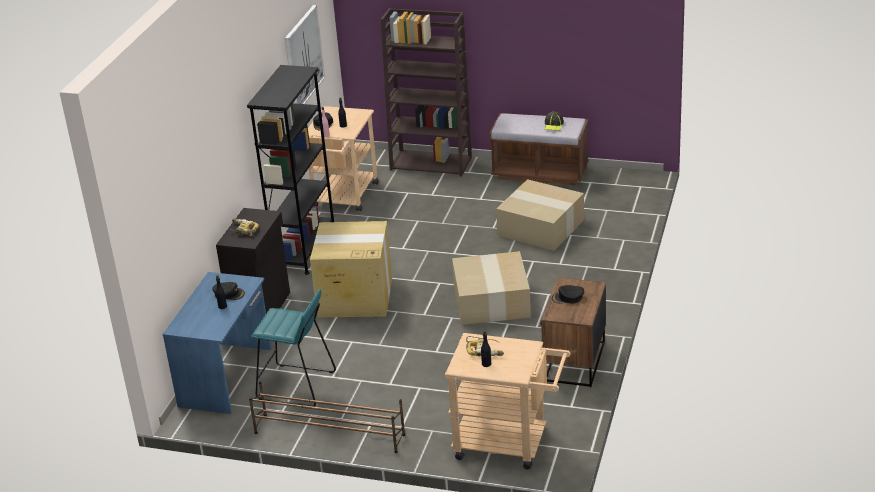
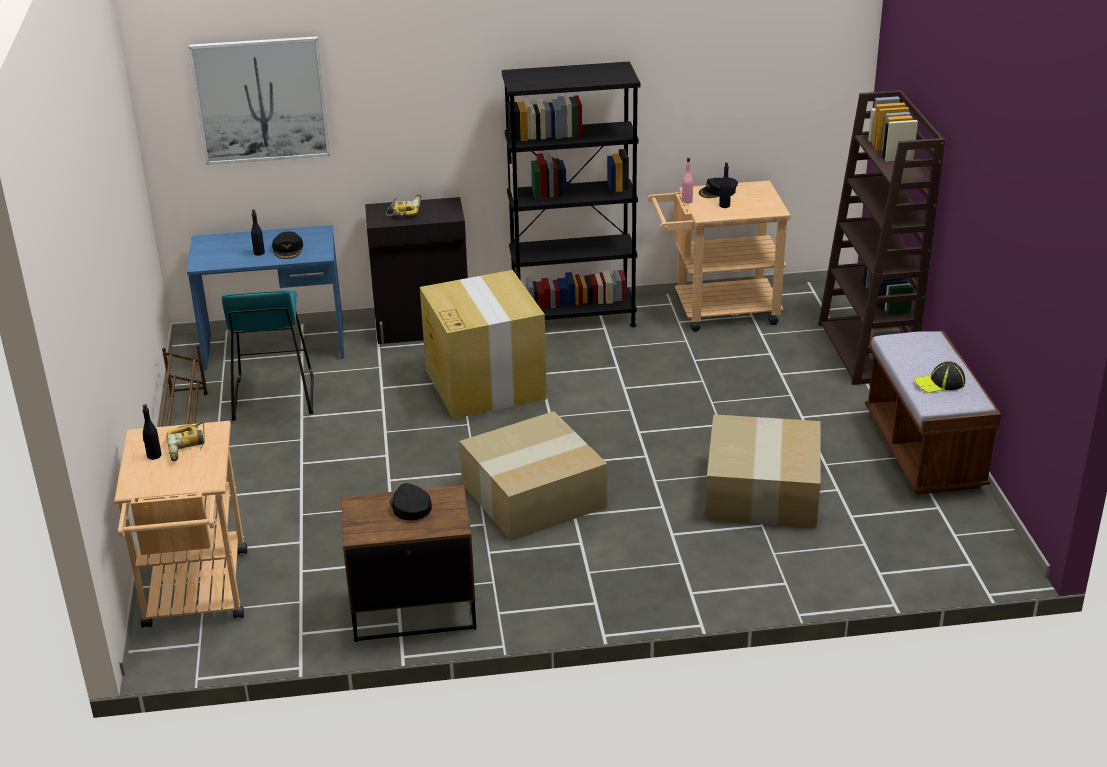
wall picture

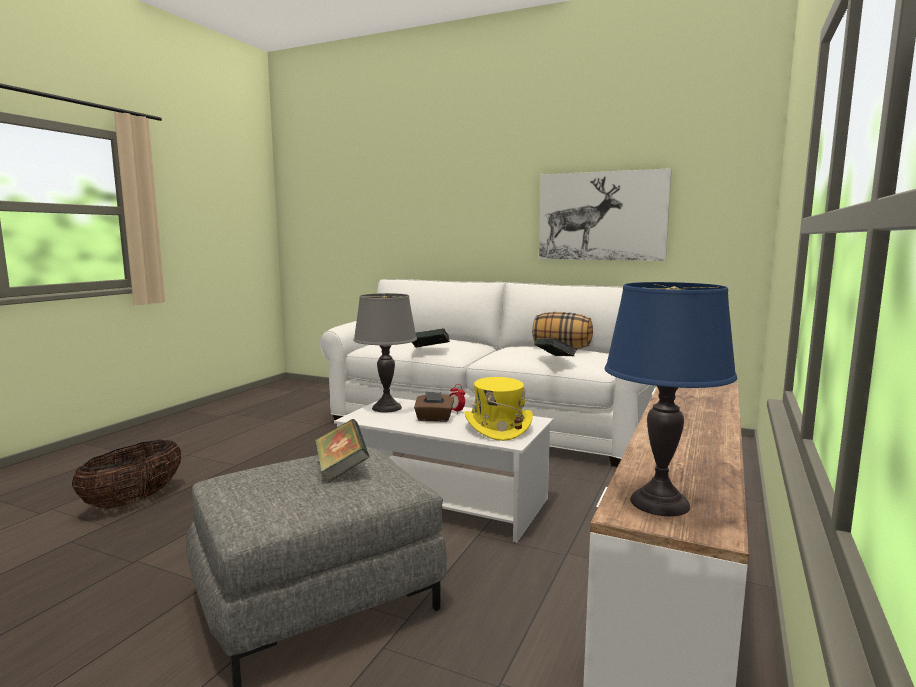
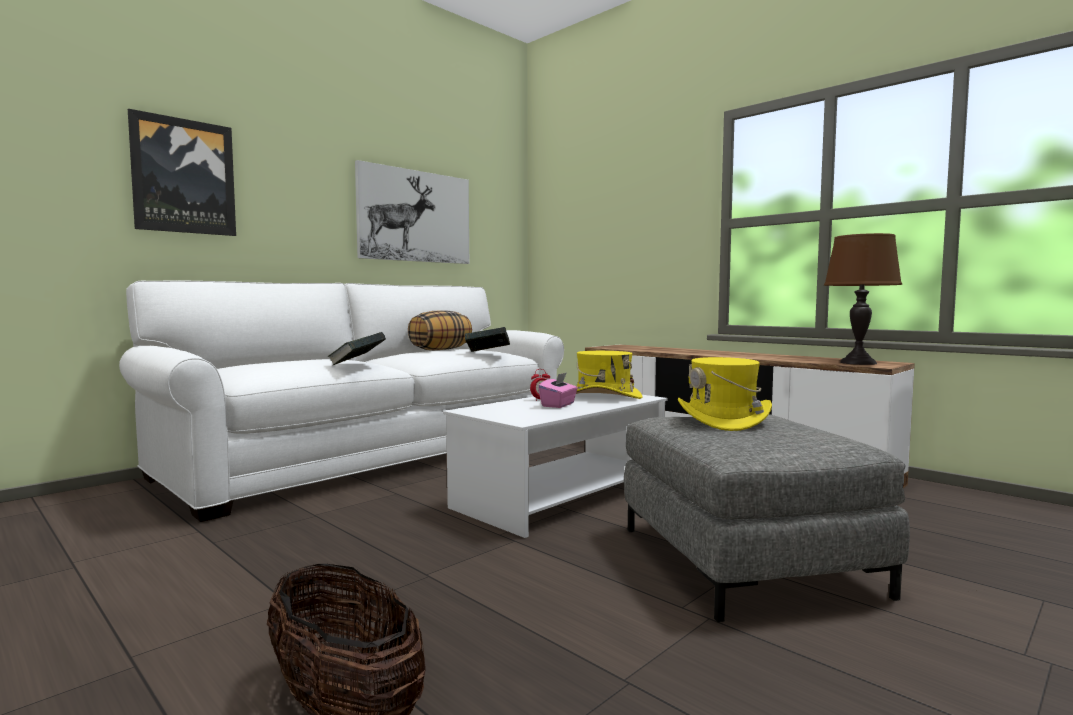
brown tabletop lamp
greyish tabletop lamp
pinkish tissue box
yellow-coloured hat (2nd from left)
wall picture (1st from left)

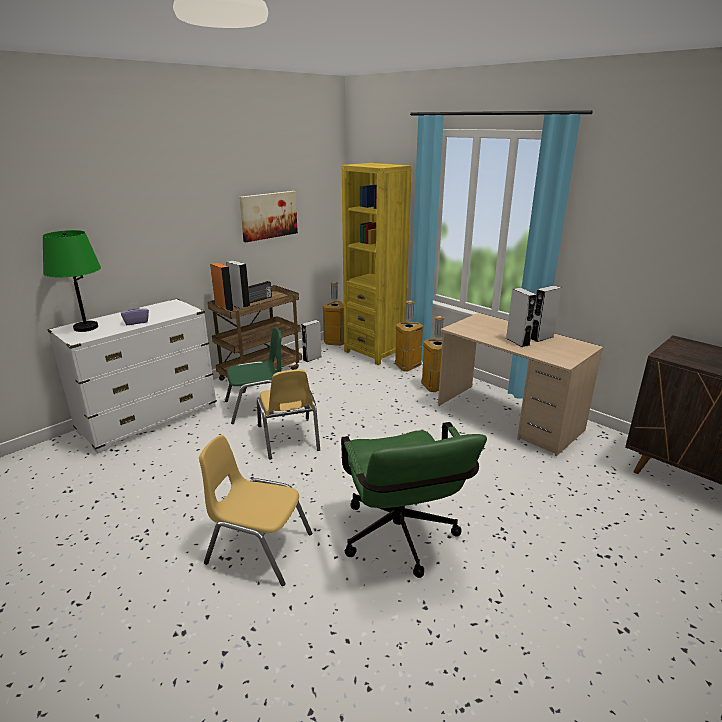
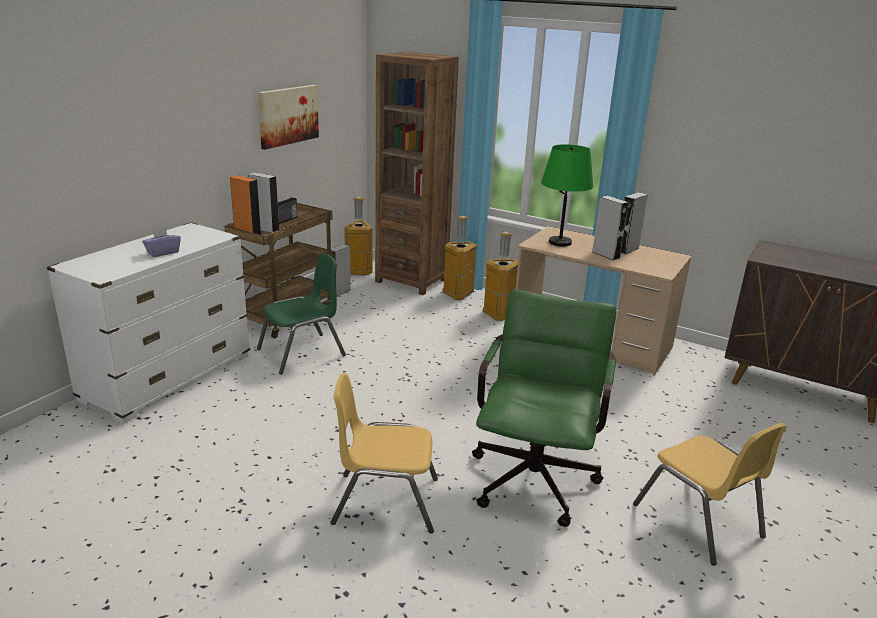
brown shelving unit
greenish tabletop lamp
yellow-coloured chair (2nd from left)
greenish computer chair

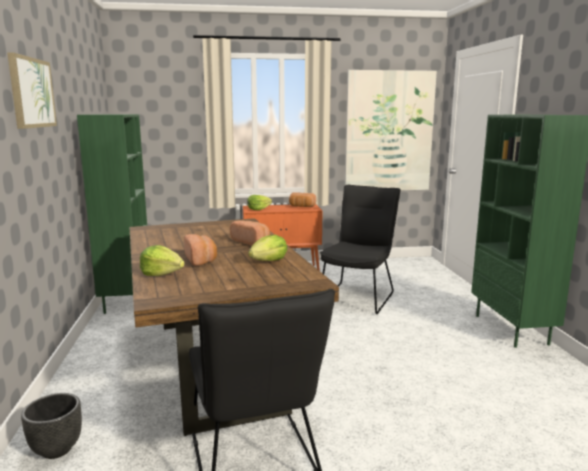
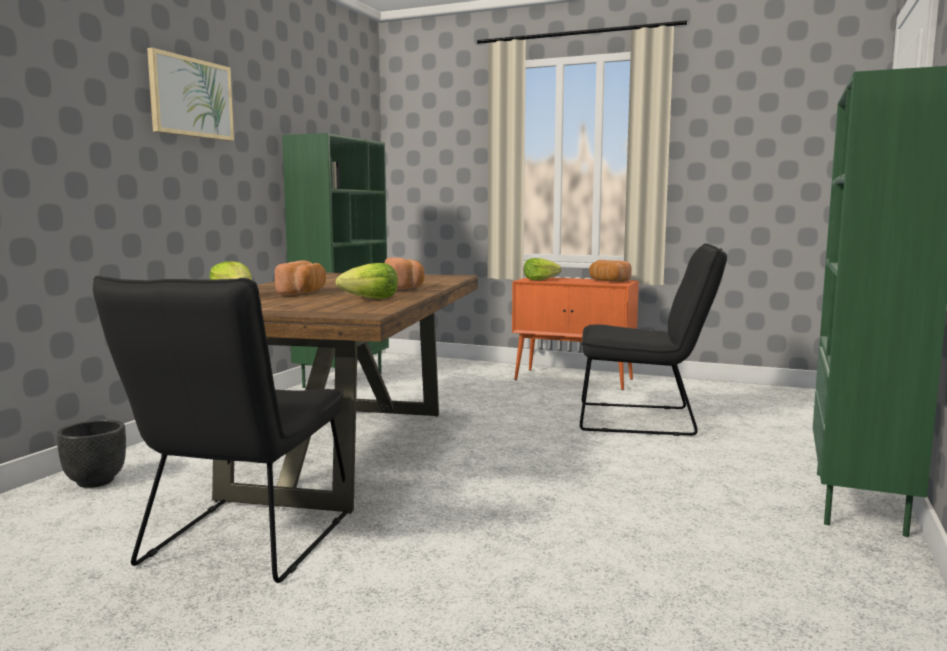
wall picture (2nd from left in the first image)
blackish chair (2nd from left)

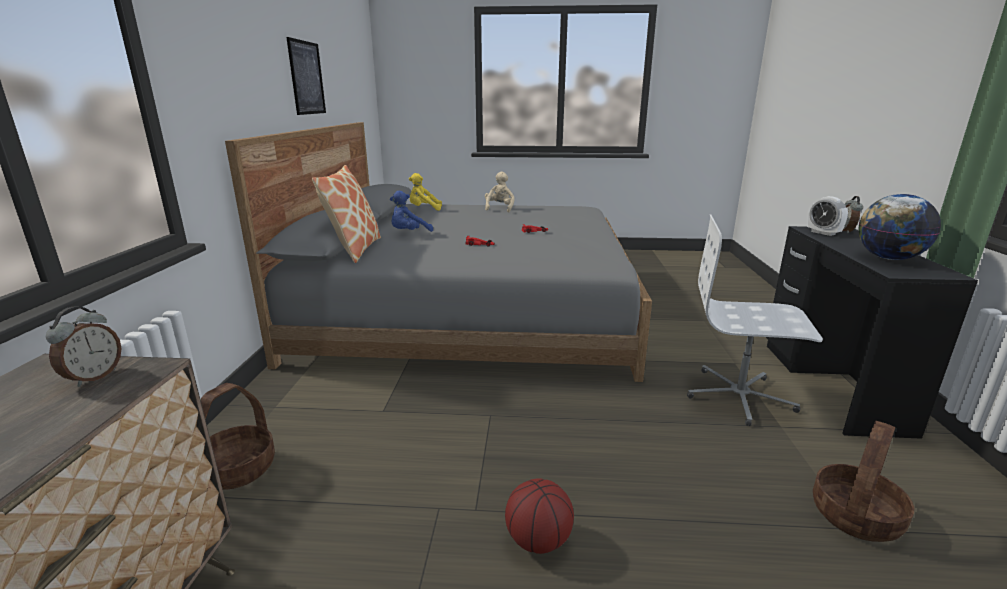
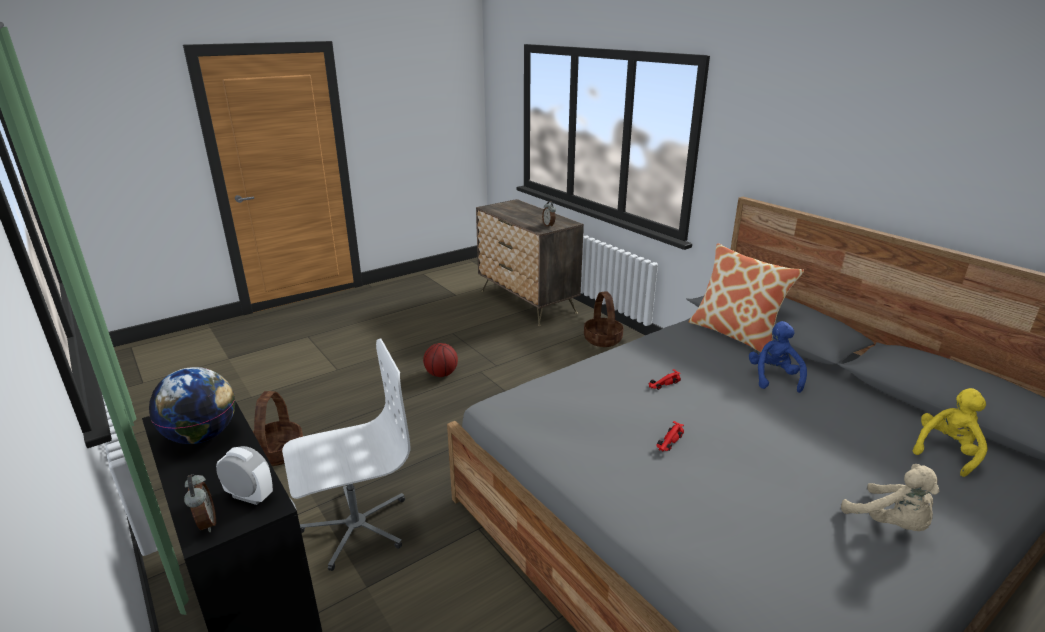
wall picture

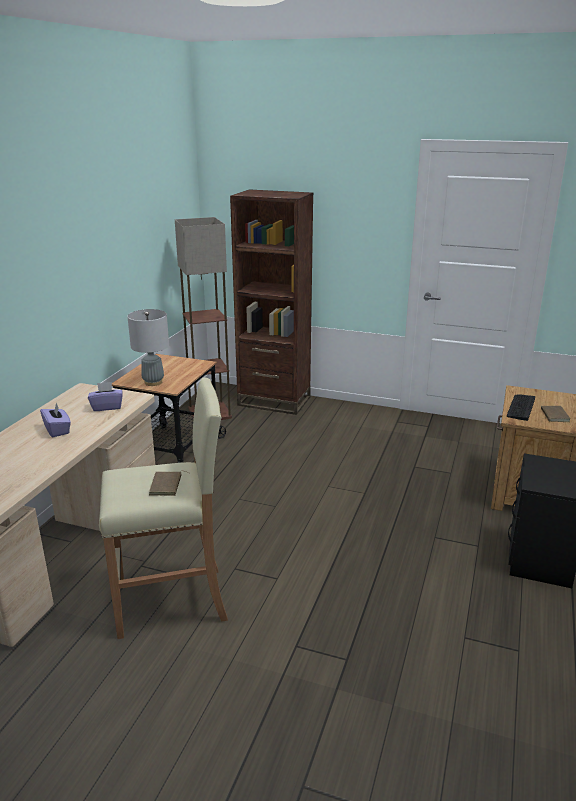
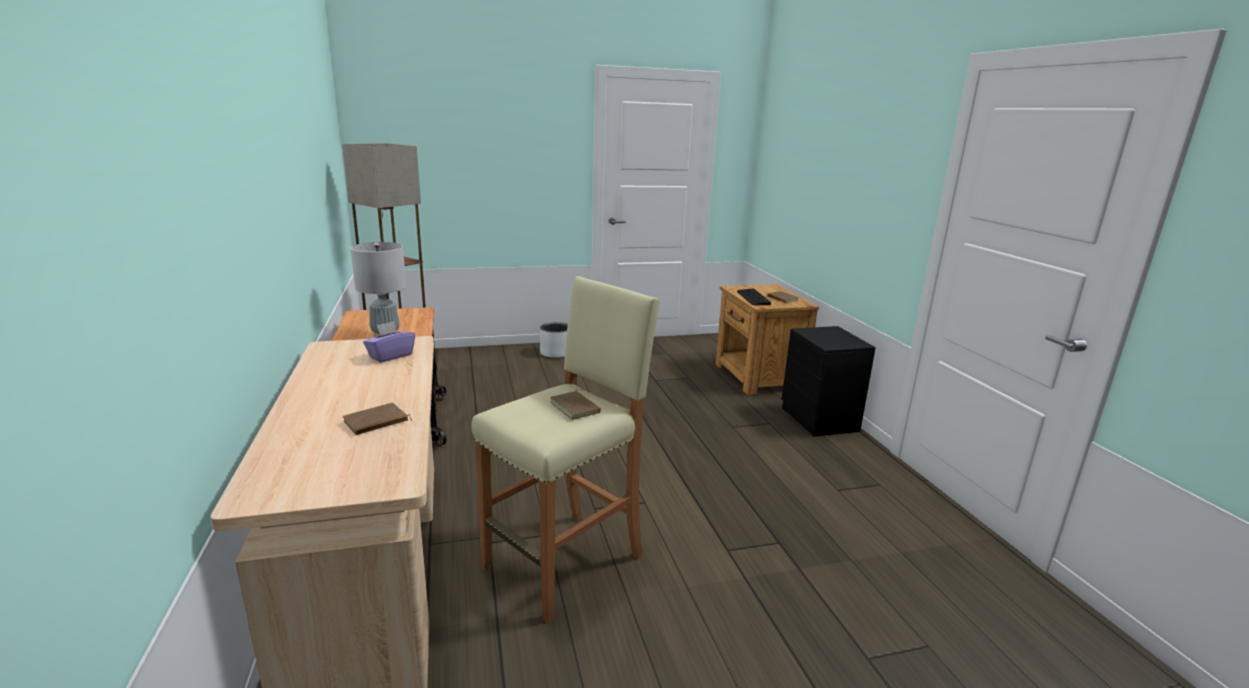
brown shelving unit
purplish tissue box (1st from left in the first image)
greyish flower pot
brown book (1st from left)

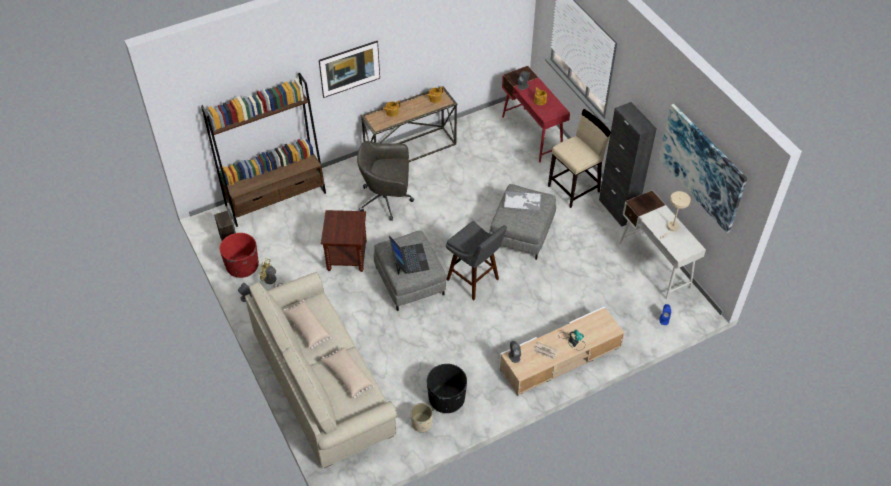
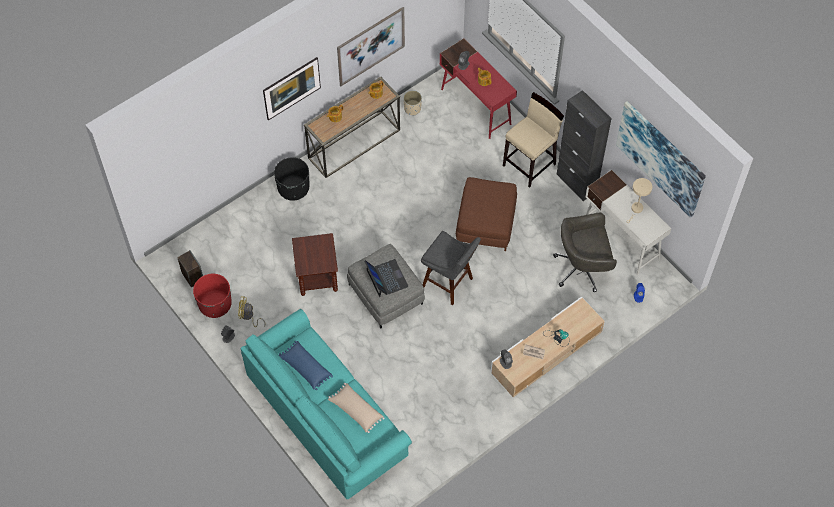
brown shelving unit
greyish computer chair
brown ottoman
carrying tray
turquoise-coloured couch
bluish throw pillow
blackish flower pot
sand-coloured flower pot
wall picture (2nd from left)

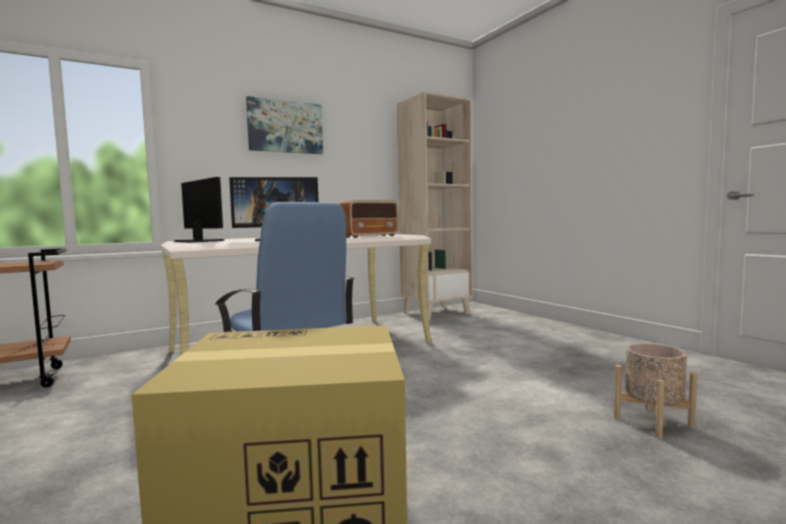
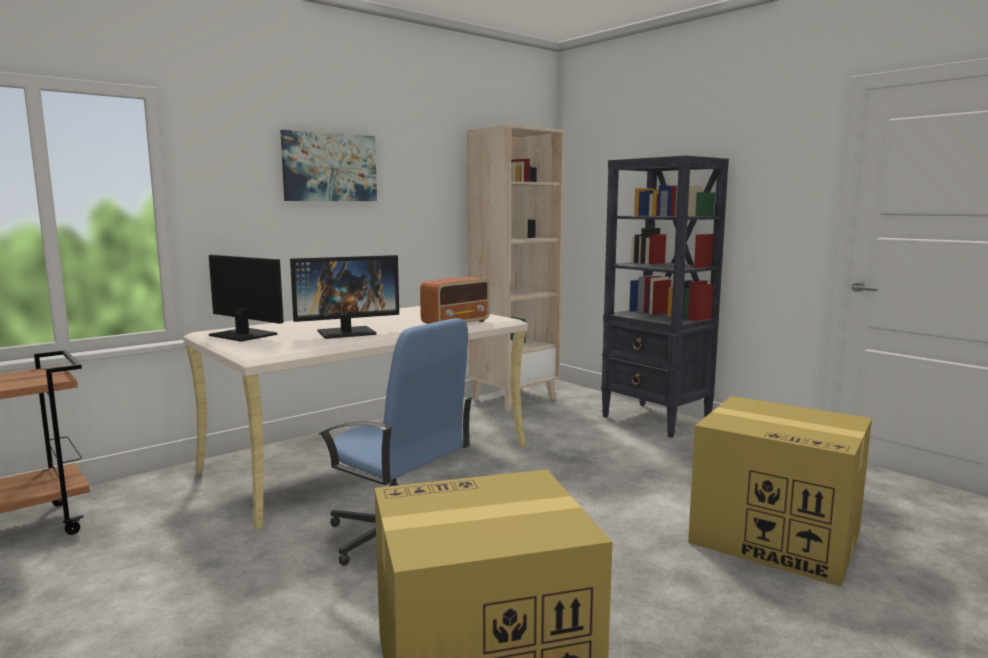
cardboard box (2nd from left)
blackish shelving unit

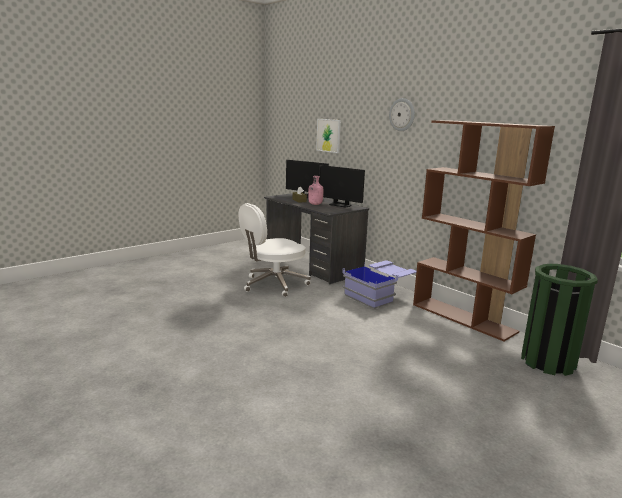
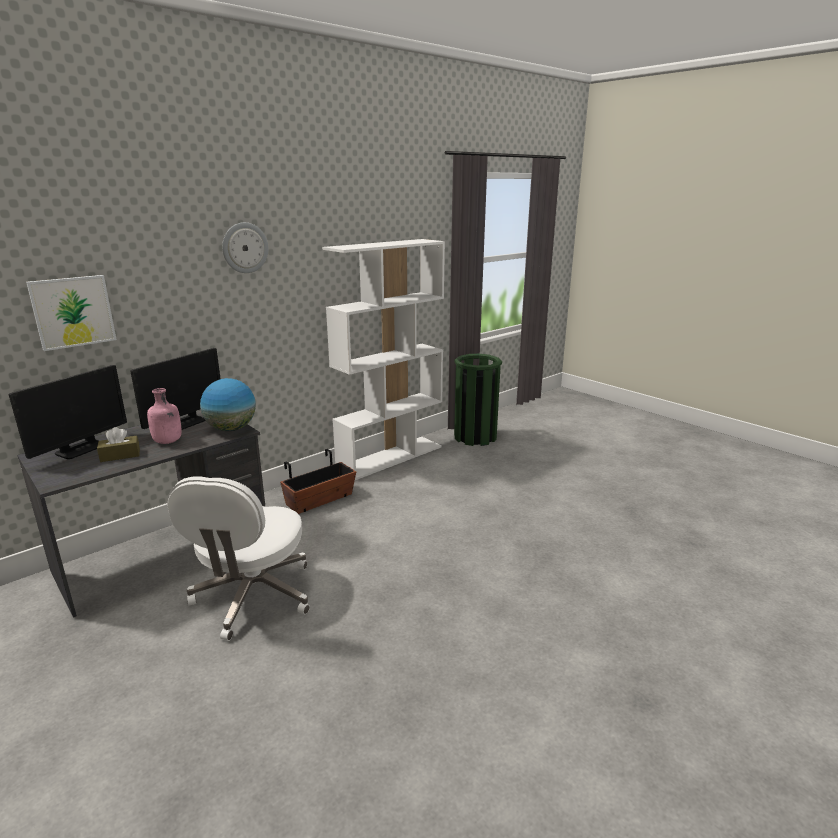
white shelving unit
white computer chair
flower pot
globe

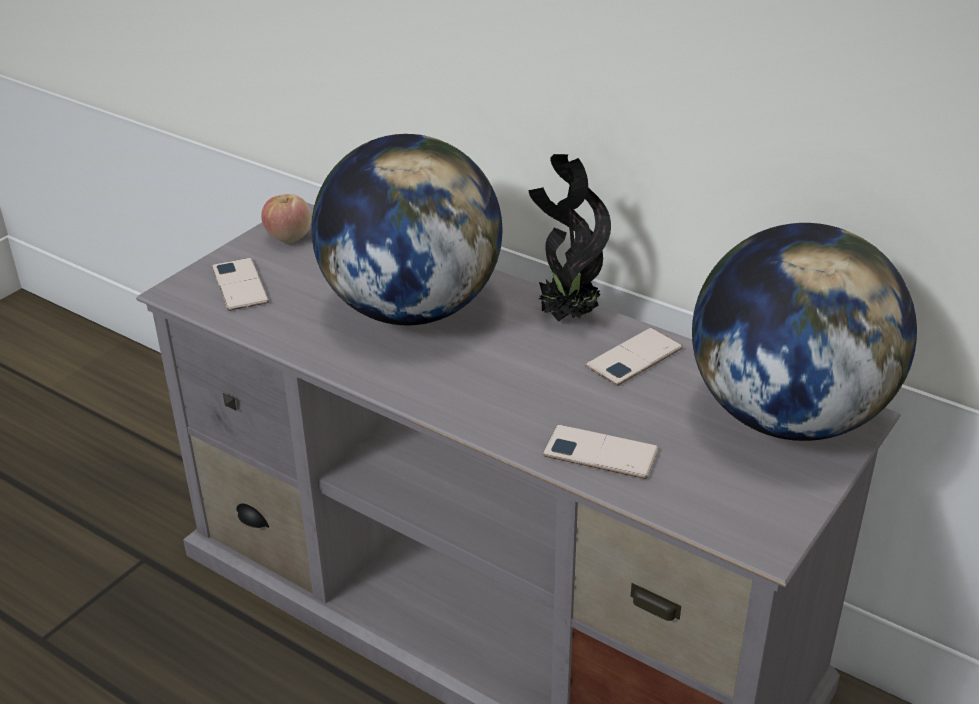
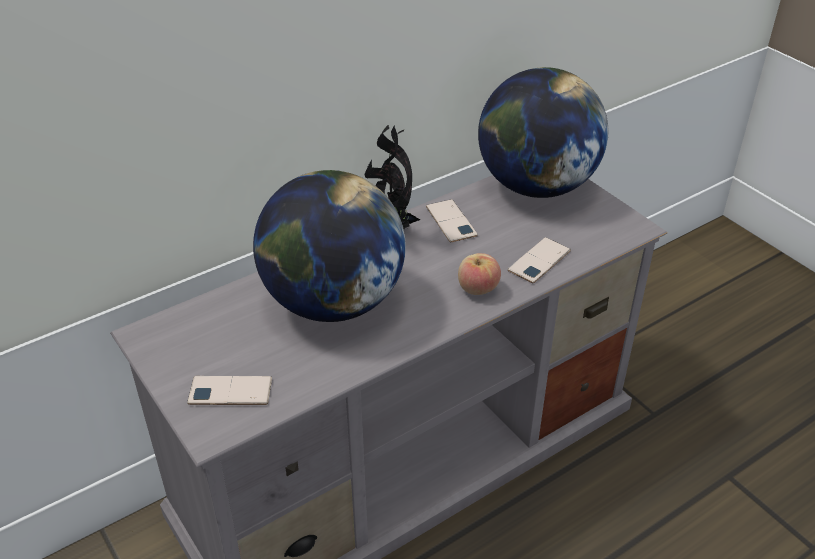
whole apple

